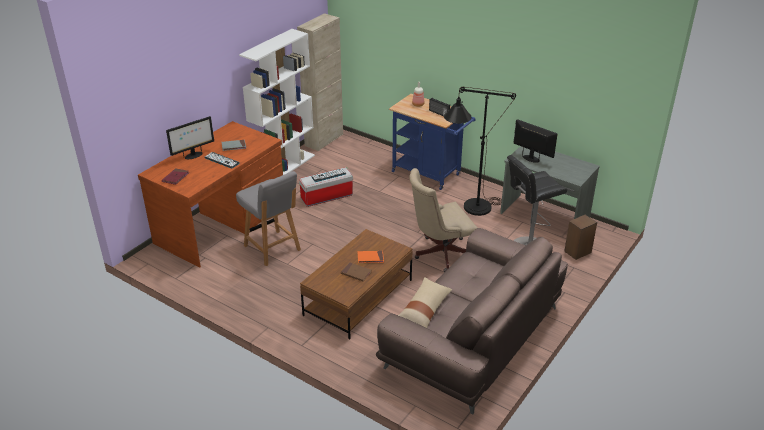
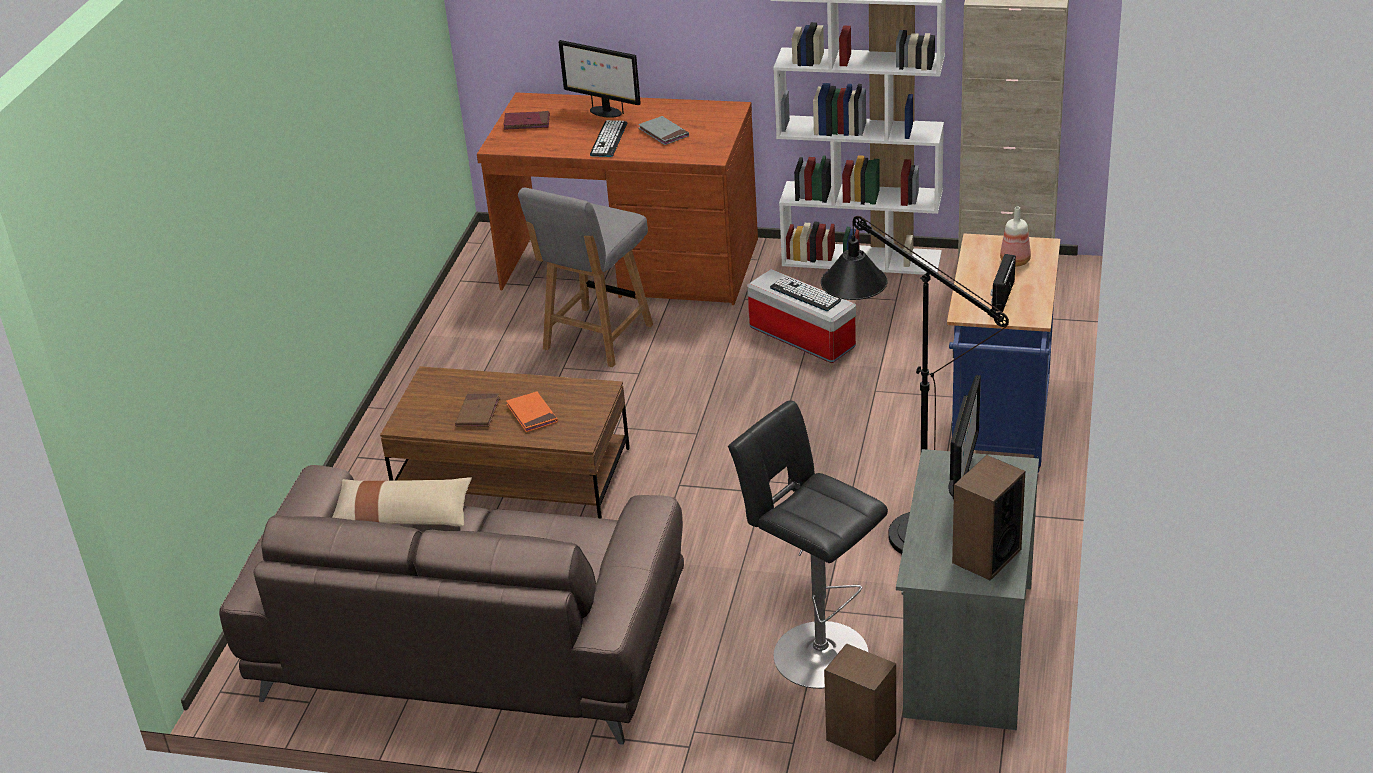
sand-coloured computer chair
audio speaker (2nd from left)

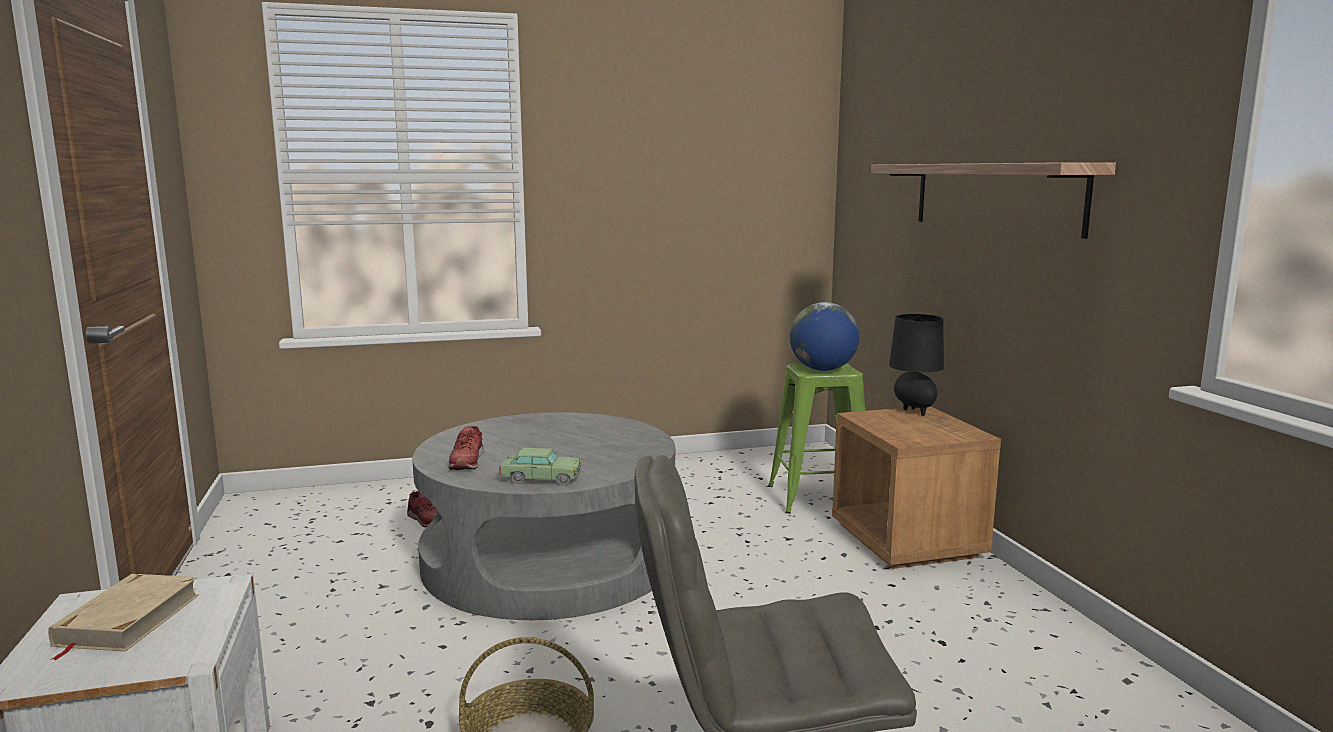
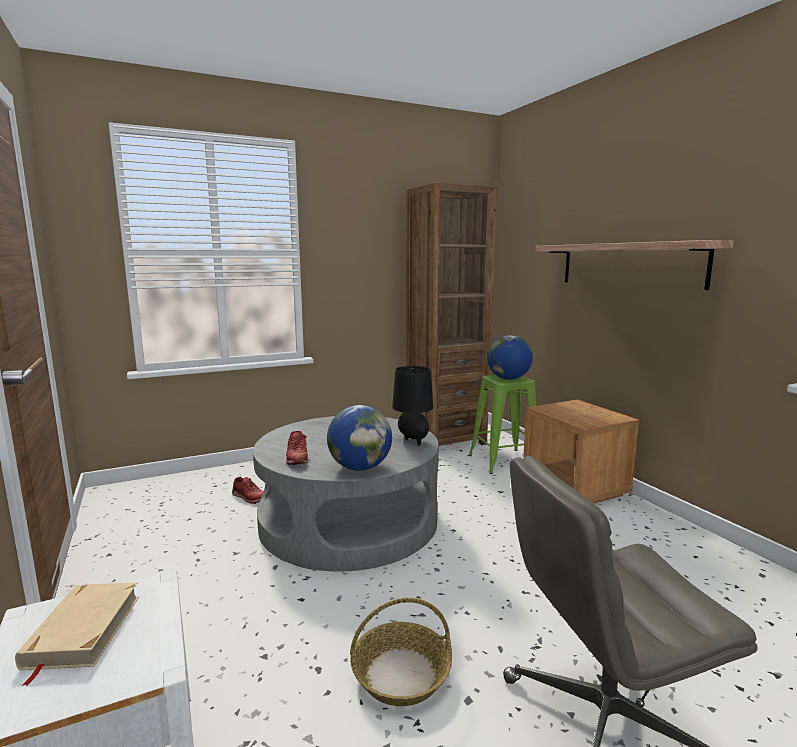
blackish tabletop lamp
globe (1st from left)
brown shelving unit

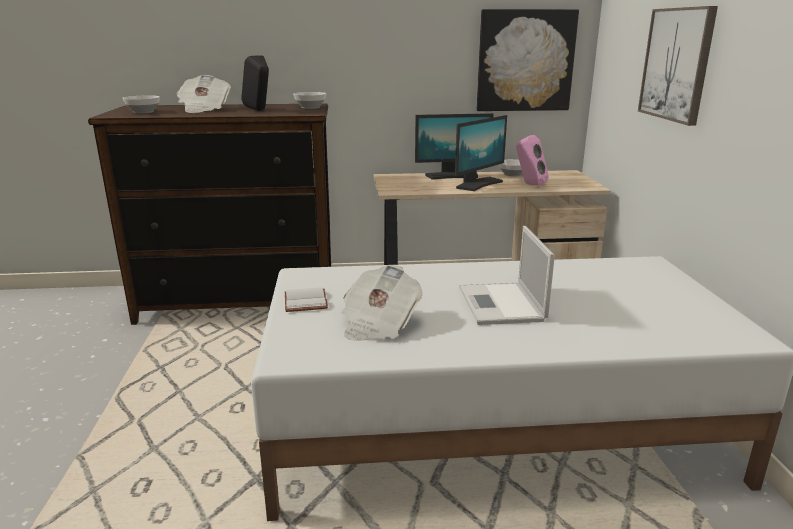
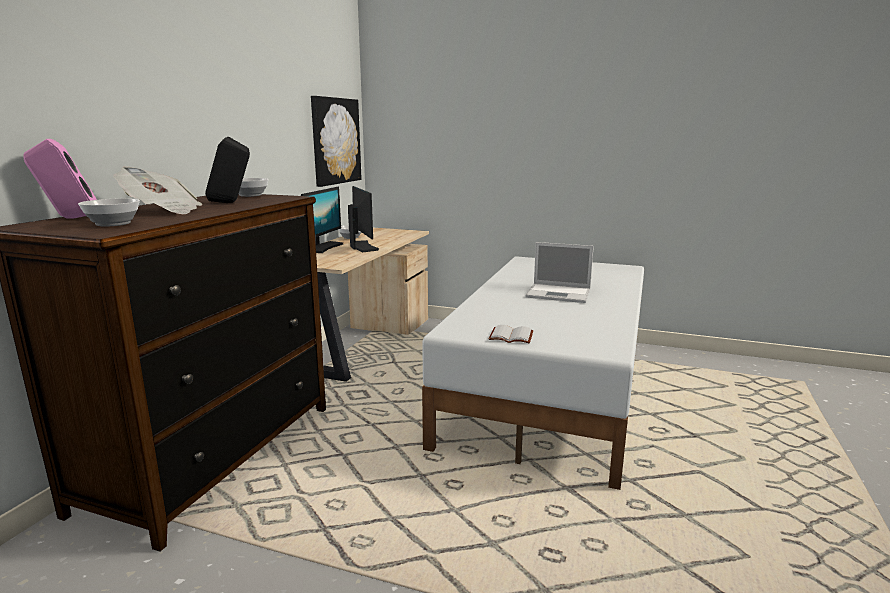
wall picture (2nd from left in the first image)
pinkish audio speaker
daily paper (2nd from left in the first image)

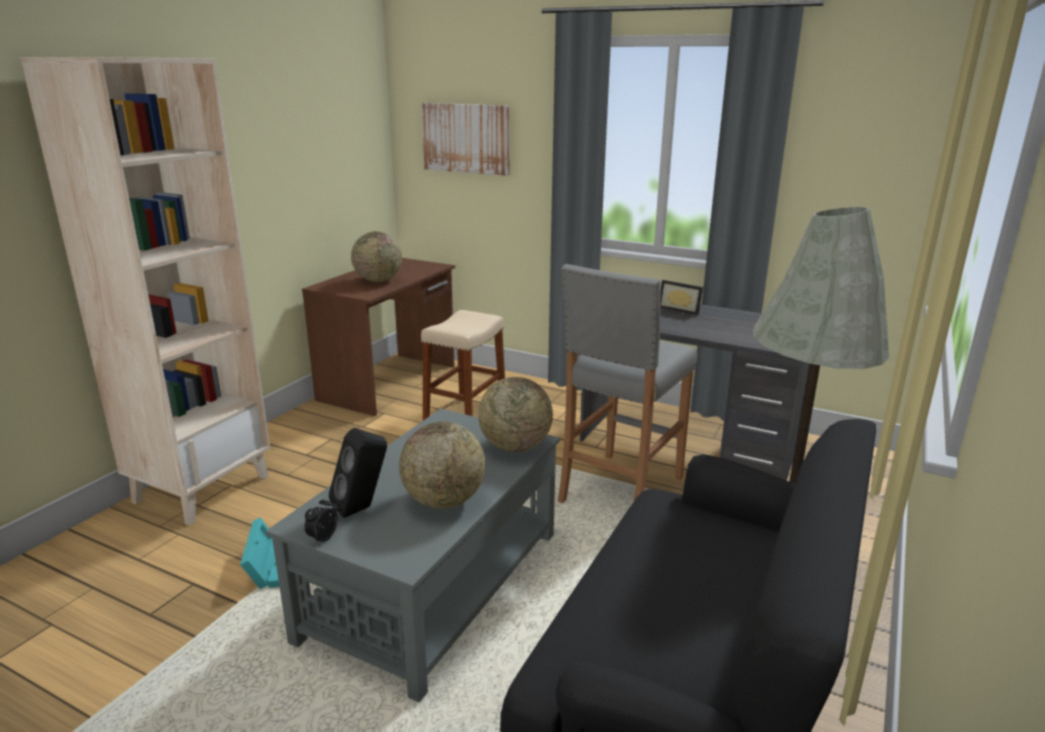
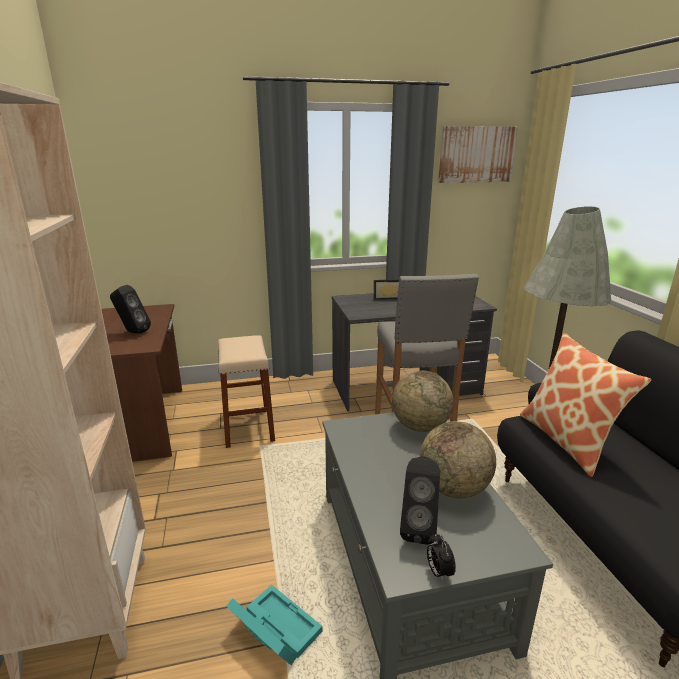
wall picture
blackish audio speaker (1st from left)
throw pillow

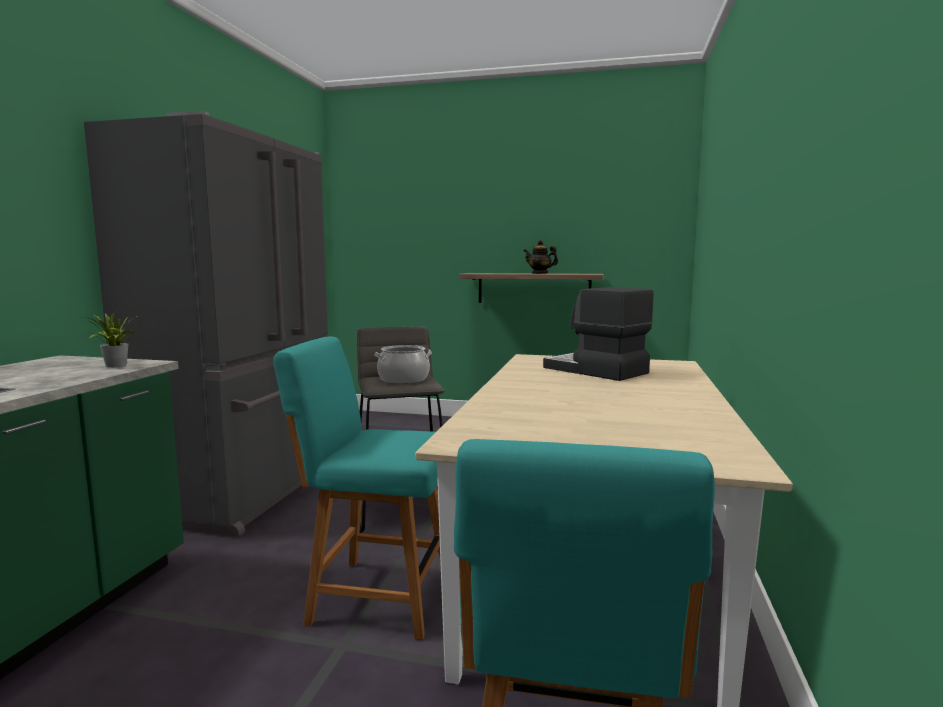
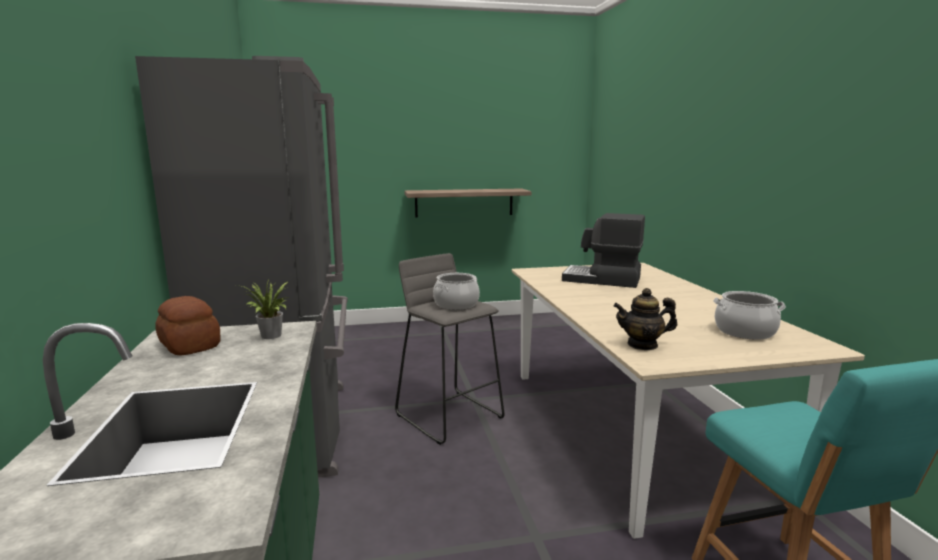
teapot
turquoise-coloured chair (1st from left in the first image)
stockpot (2nd from left)
bakery bread

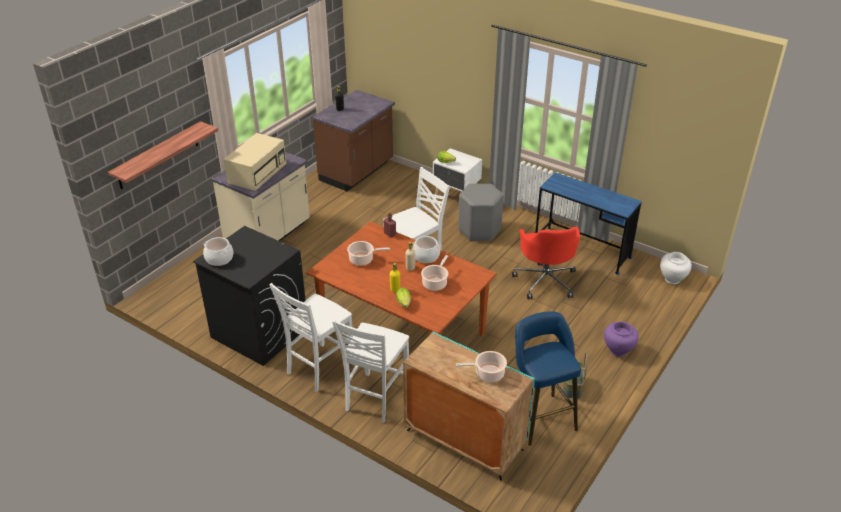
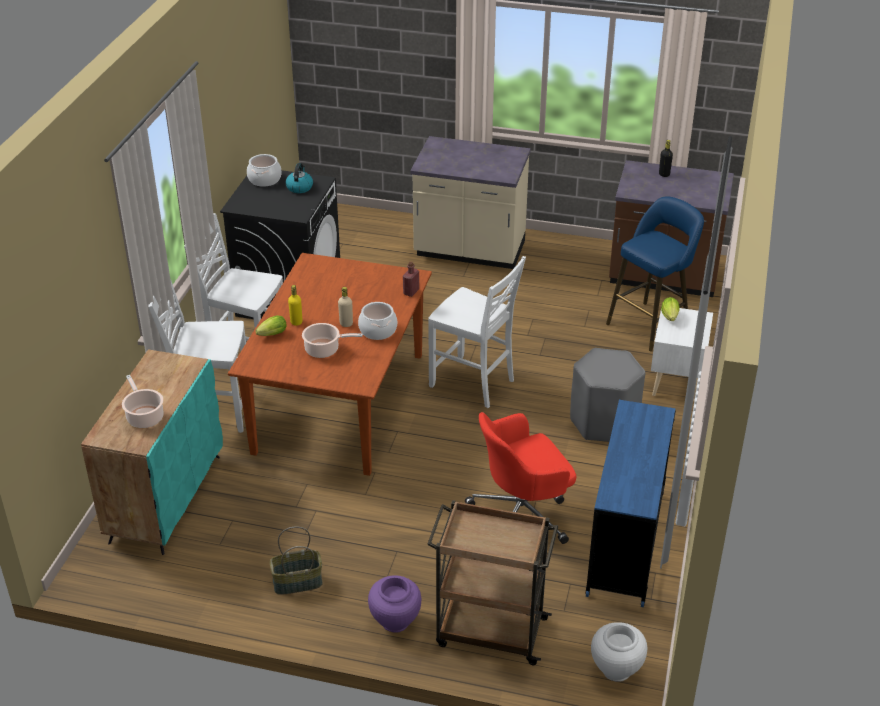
wall shelf
sand-coloured kitchen microwave
stockpot (2nd from left in the first image)
bluish stool
tea kettle
brown wheeled cart

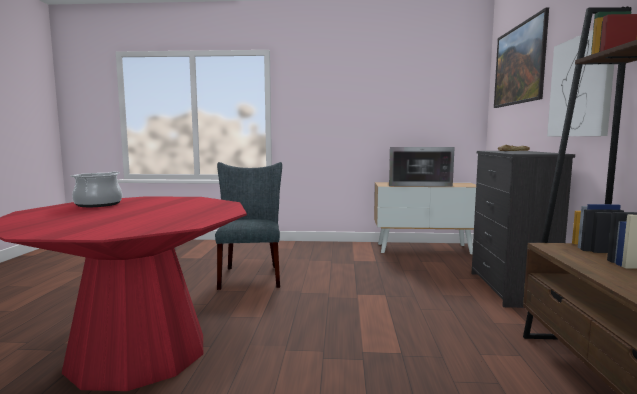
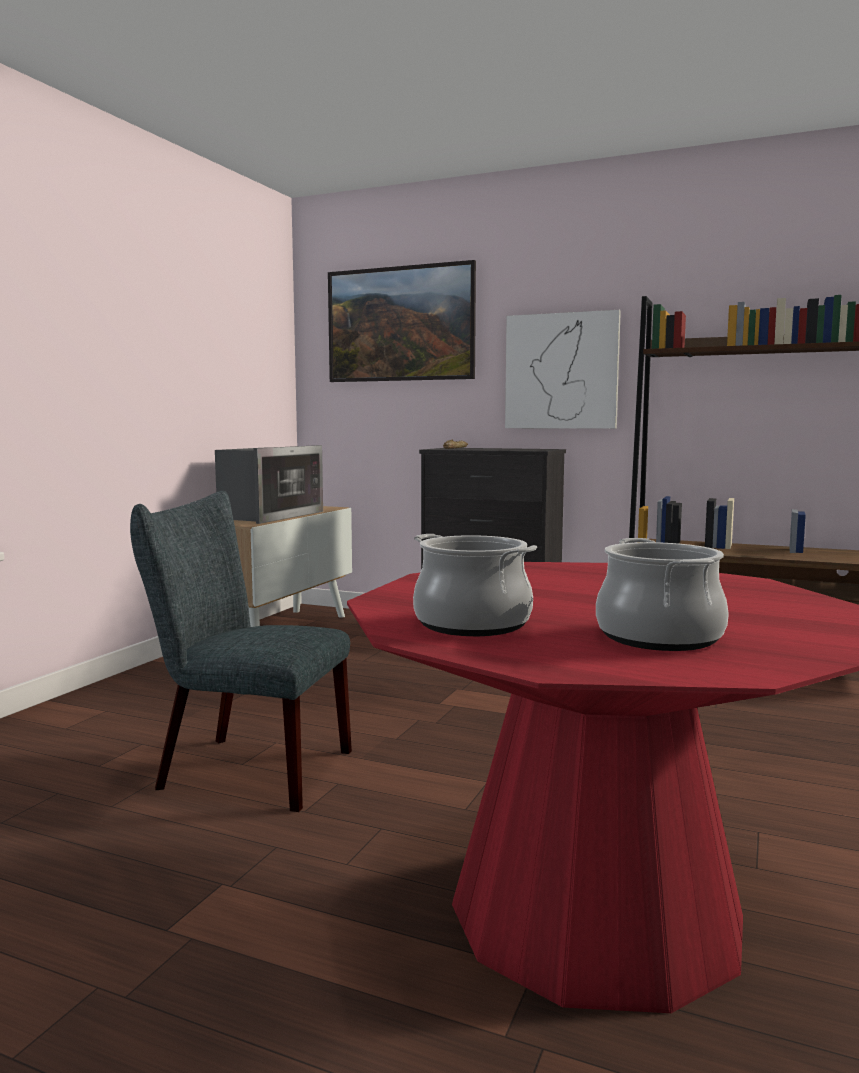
stockpot (2nd from left)

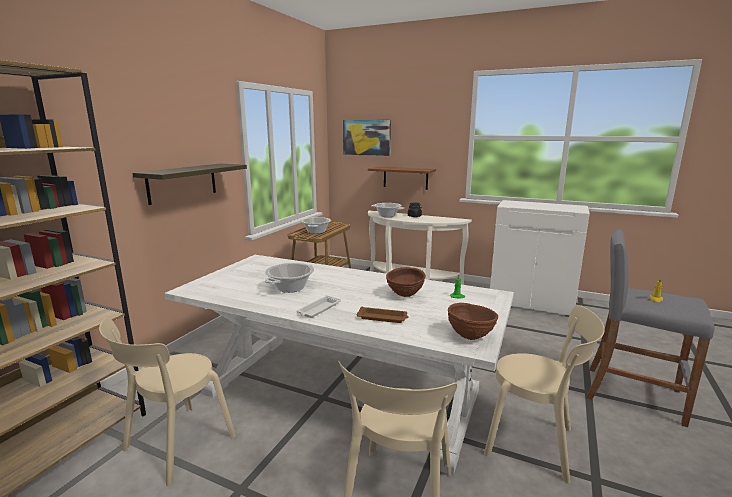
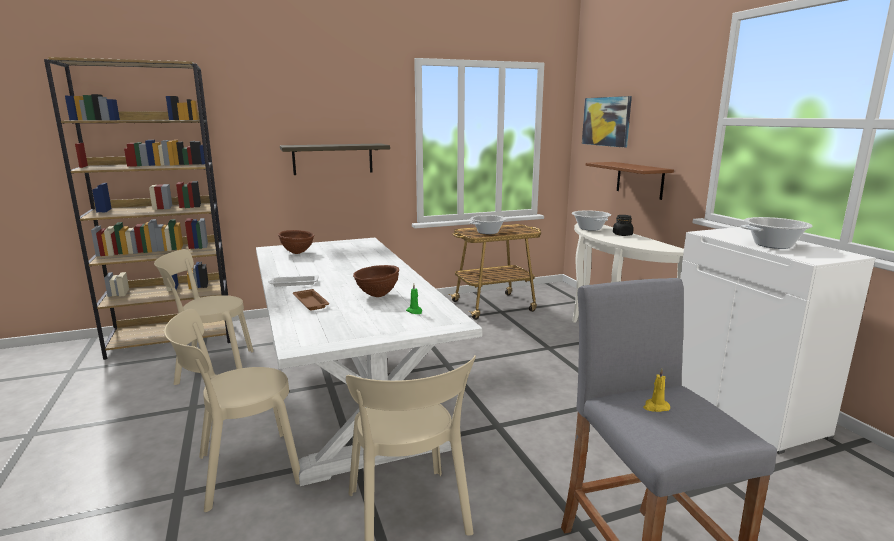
stockpot (3rd from left)
brown deep dish (1st from left)

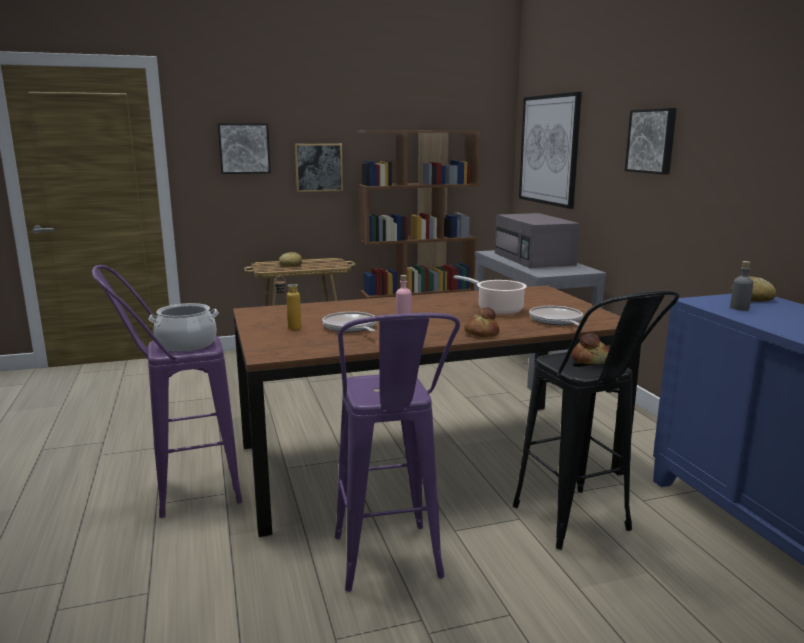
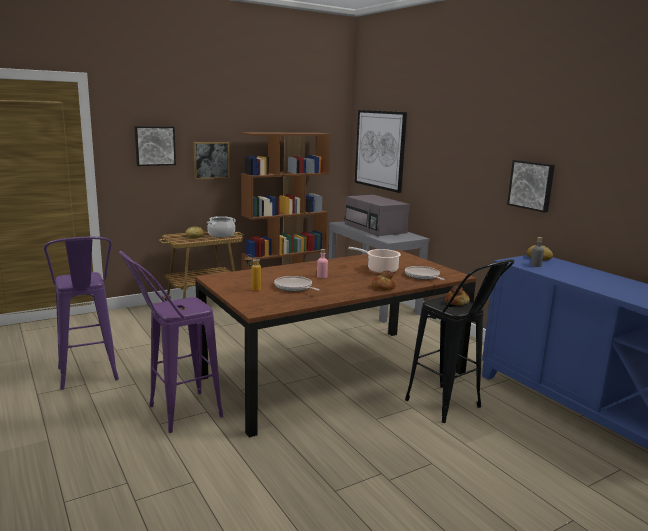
wall picture (4th from left)
stockpot (1st from left)
purplish stool (1st from left)

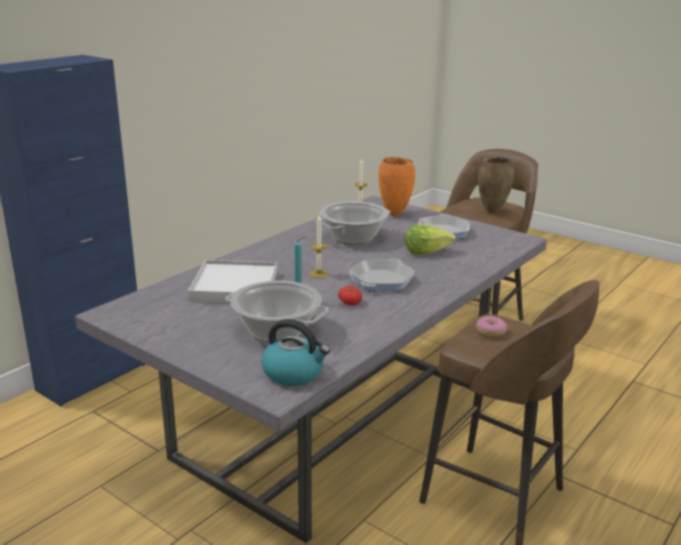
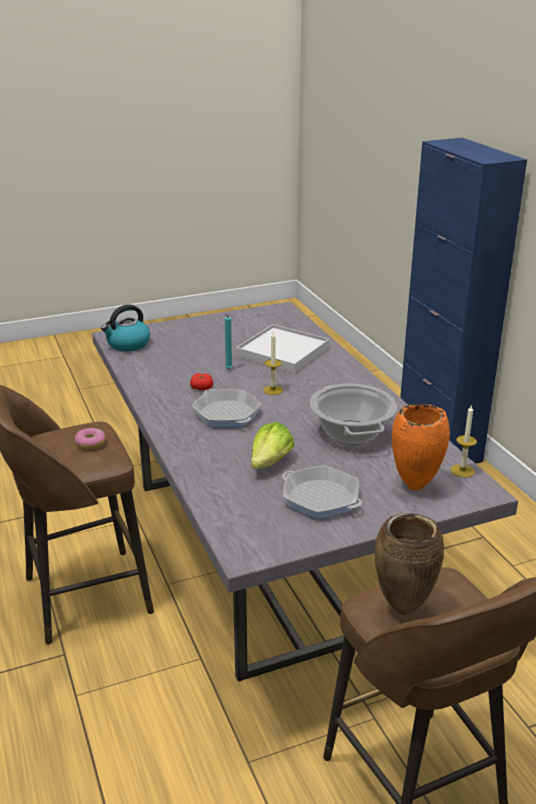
stockpot (1st from left in the first image)

